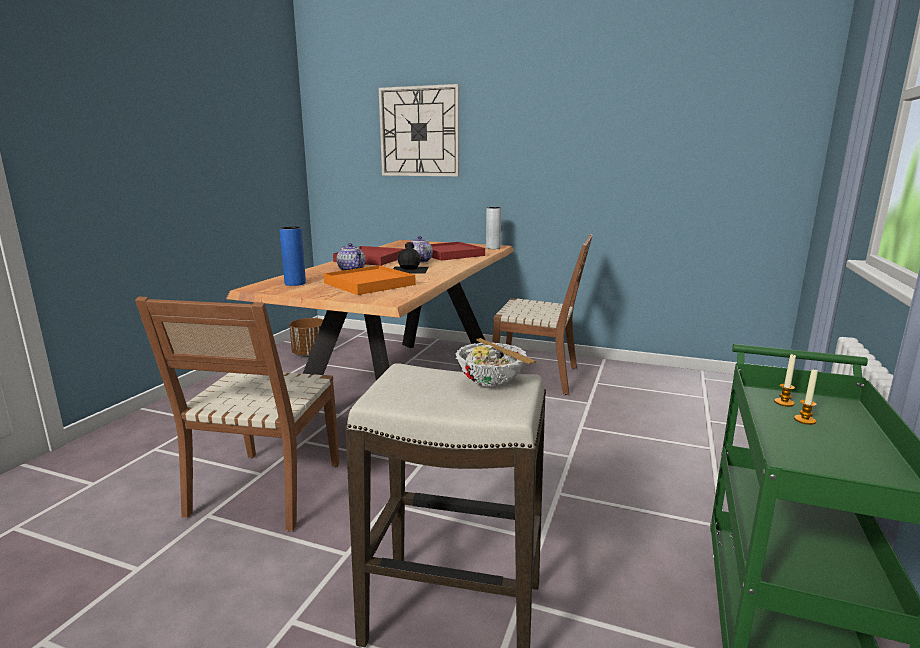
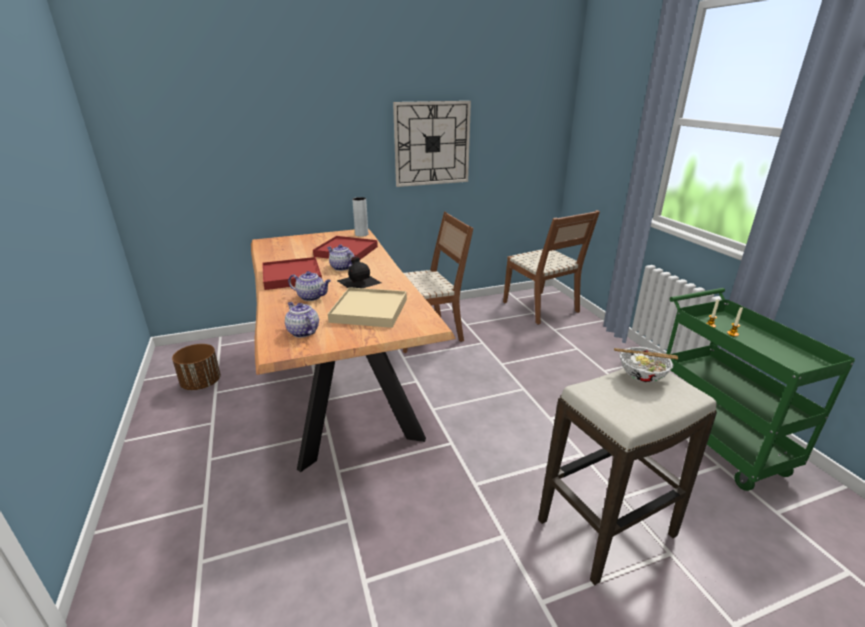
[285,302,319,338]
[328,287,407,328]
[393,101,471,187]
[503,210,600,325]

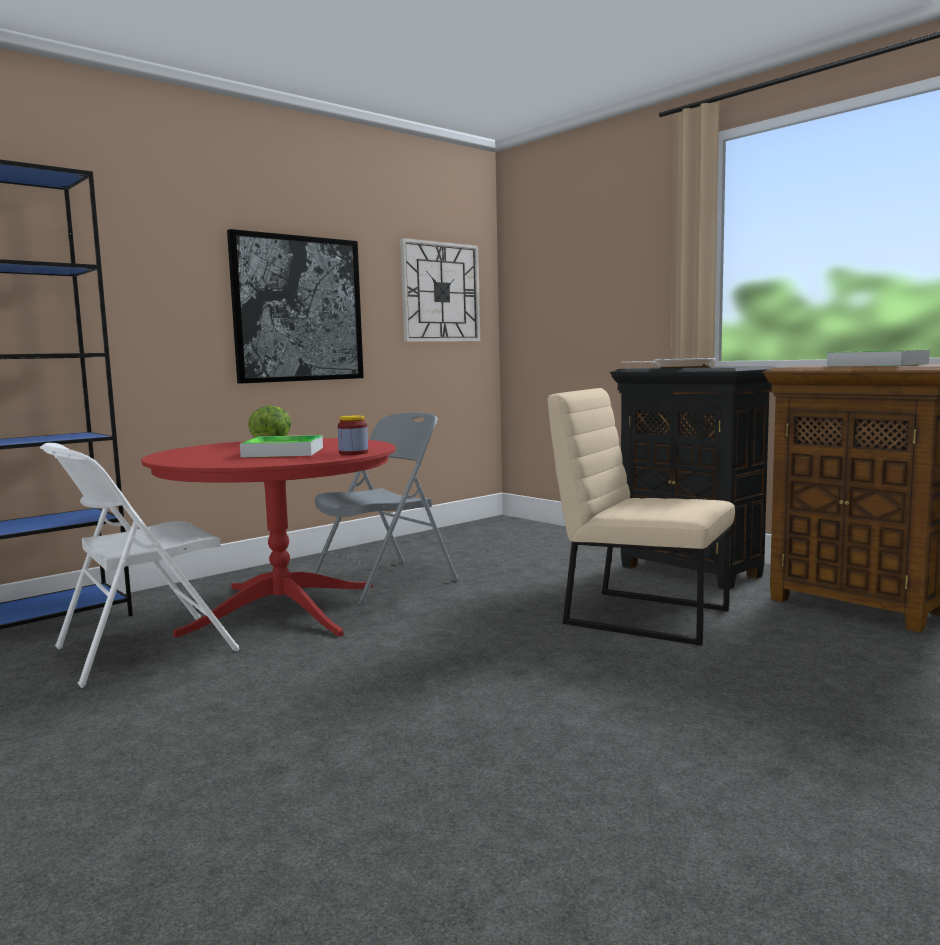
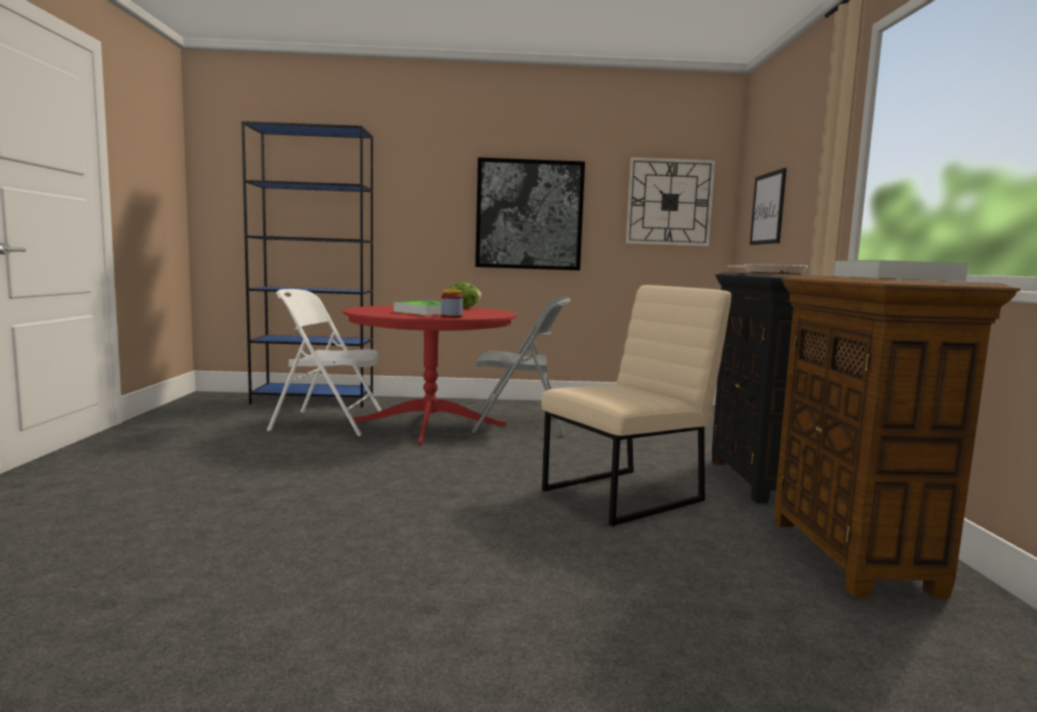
[541,285,731,526]
[750,168,787,245]

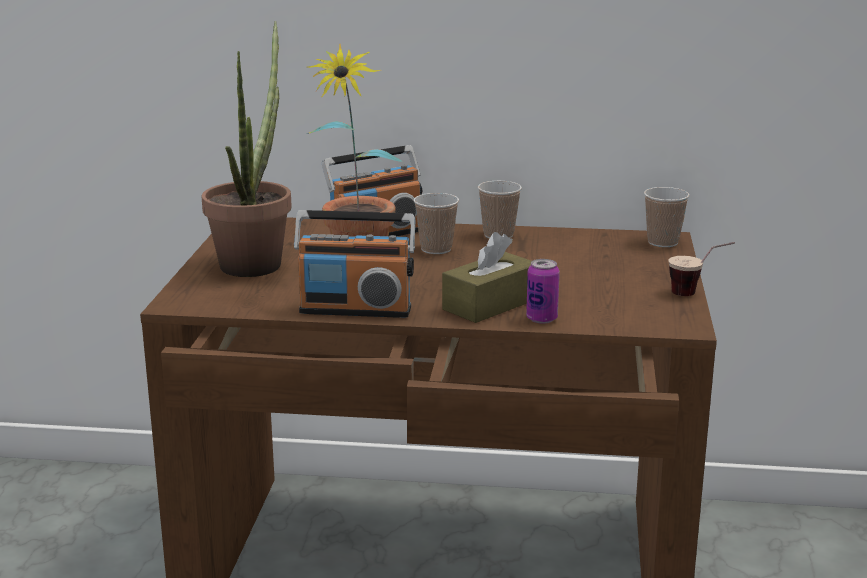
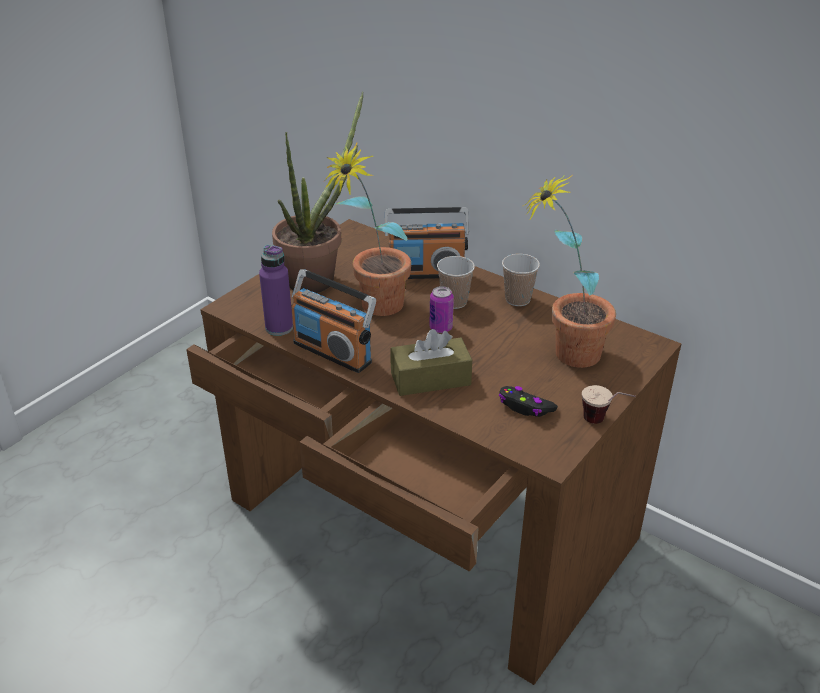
[259,245,293,336]
[429,286,454,333]
[499,386,558,417]
[523,175,616,368]
[644,187,689,247] (first image)

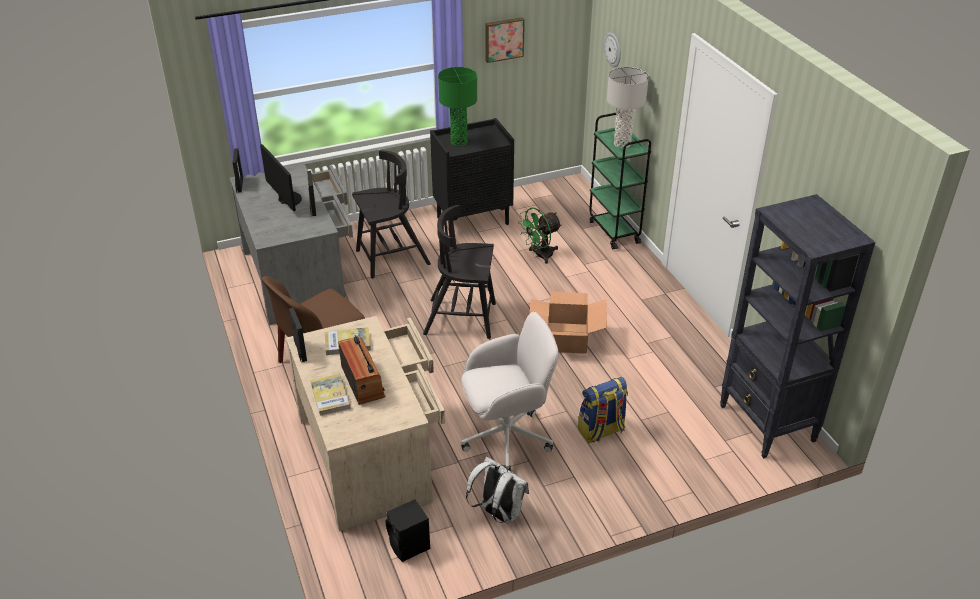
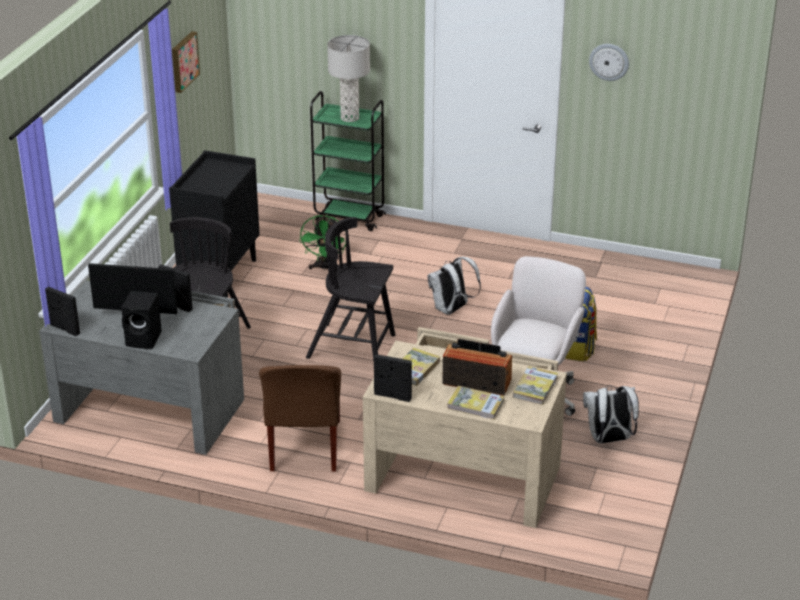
[121,291,162,349]
[306,217,395,360]
[428,257,481,315]
[513,366,558,405]
[589,44,629,81]
[438,67,477,146] (first image)
[720,194,876,458] (first image)

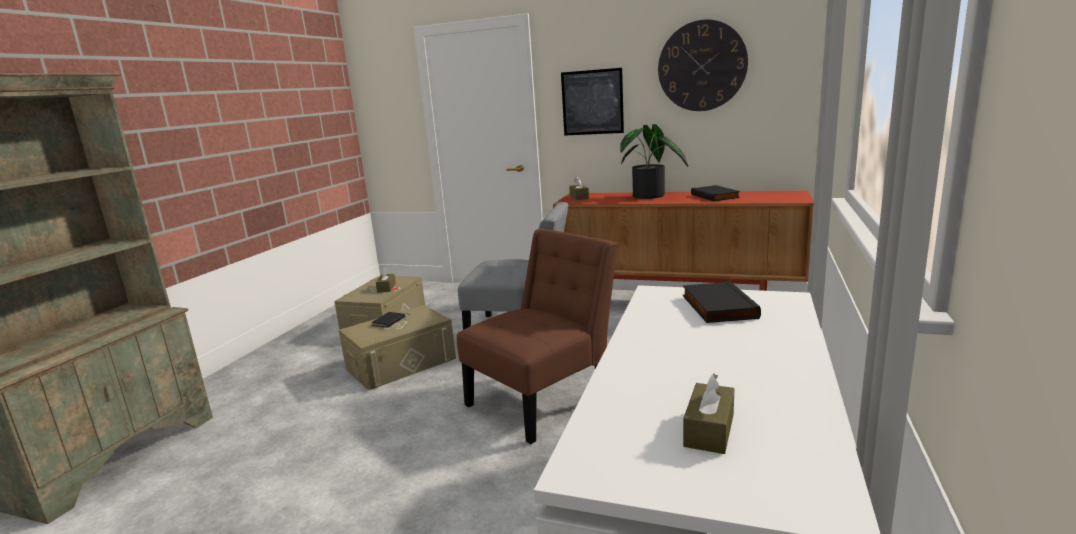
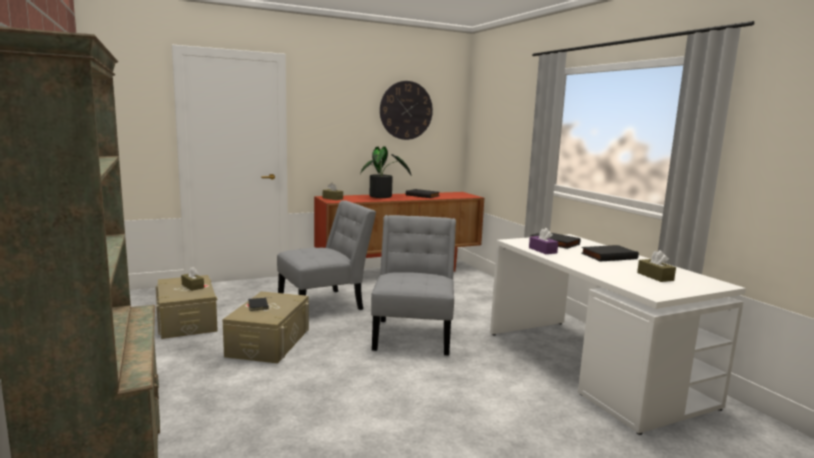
[371,215,456,356]
[529,228,558,254]
[581,245,639,261]
[561,68,624,136] (first image)

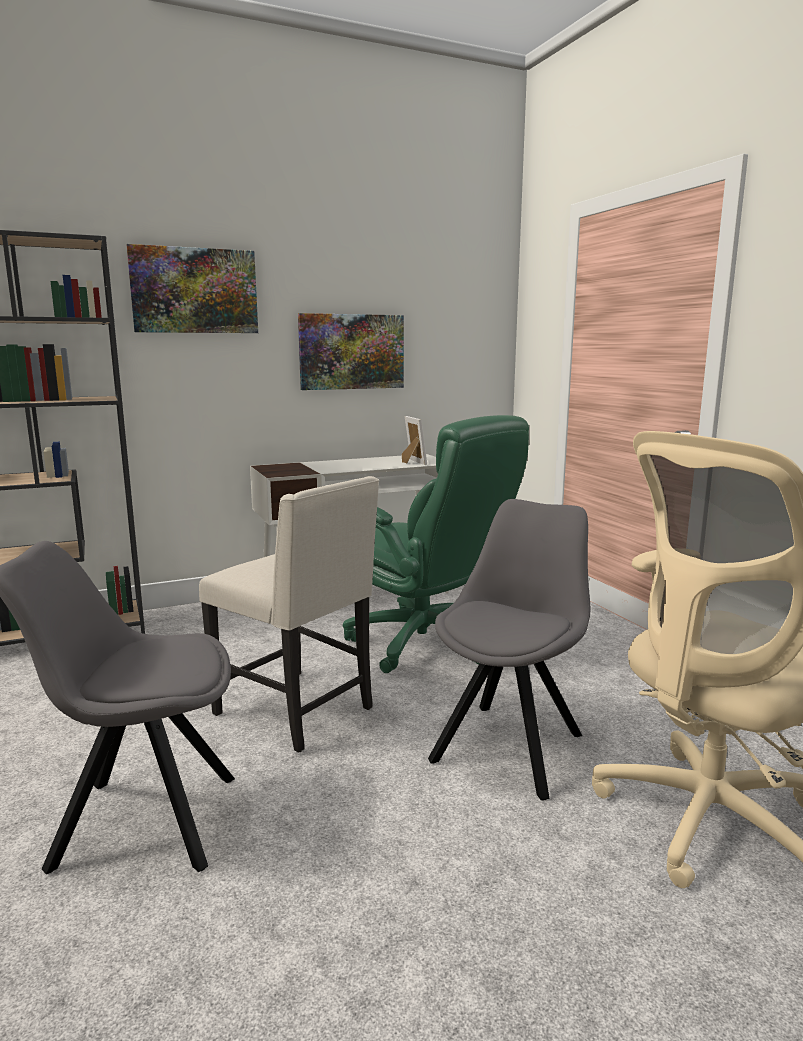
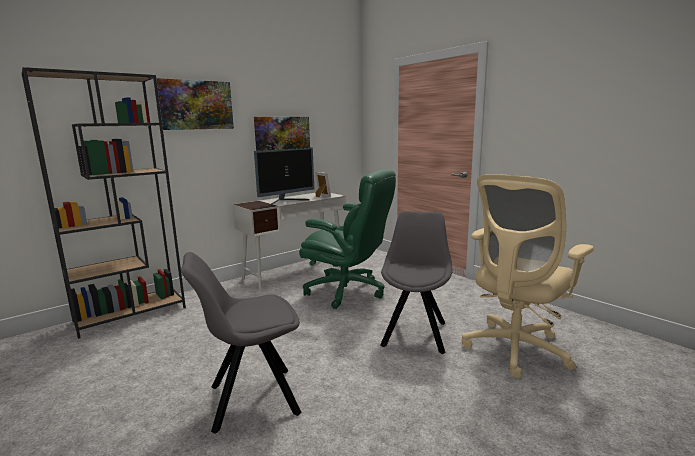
[254,148,314,206]
[199,476,379,752] (first image)

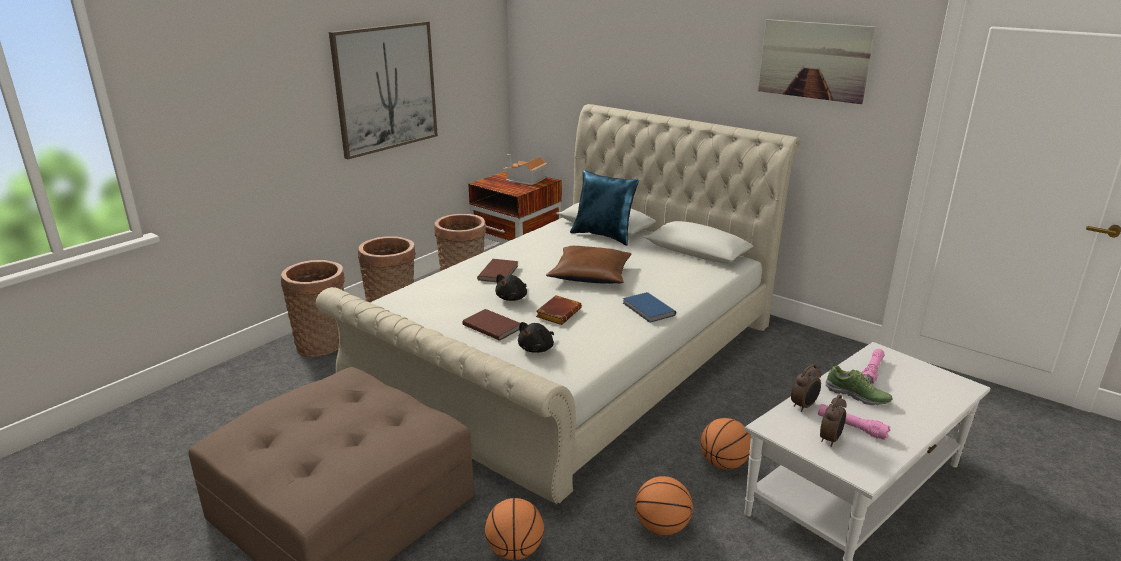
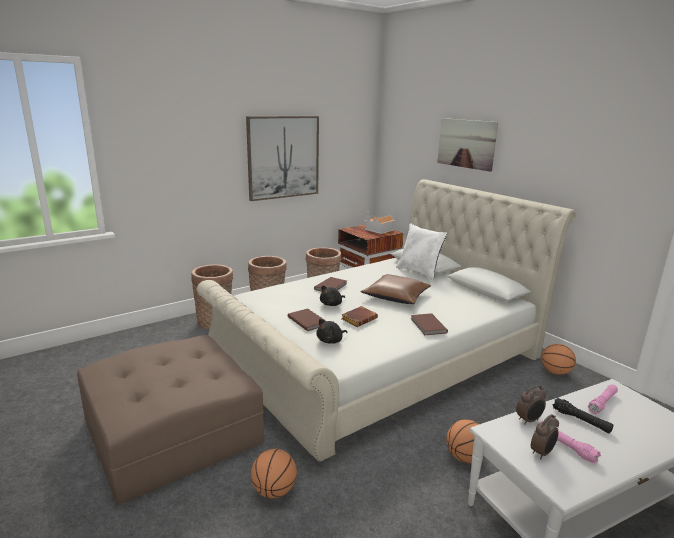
[396,223,447,281]
[411,313,448,335]
[437,118,498,172]
[541,344,576,375]
[553,397,614,434]

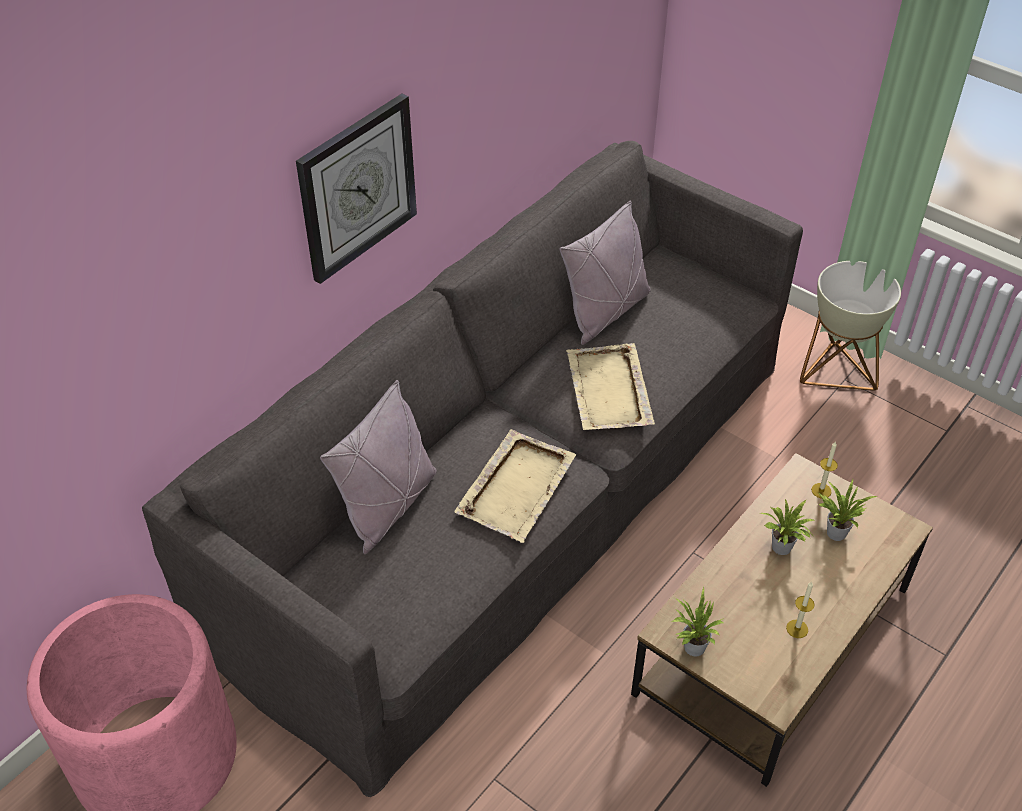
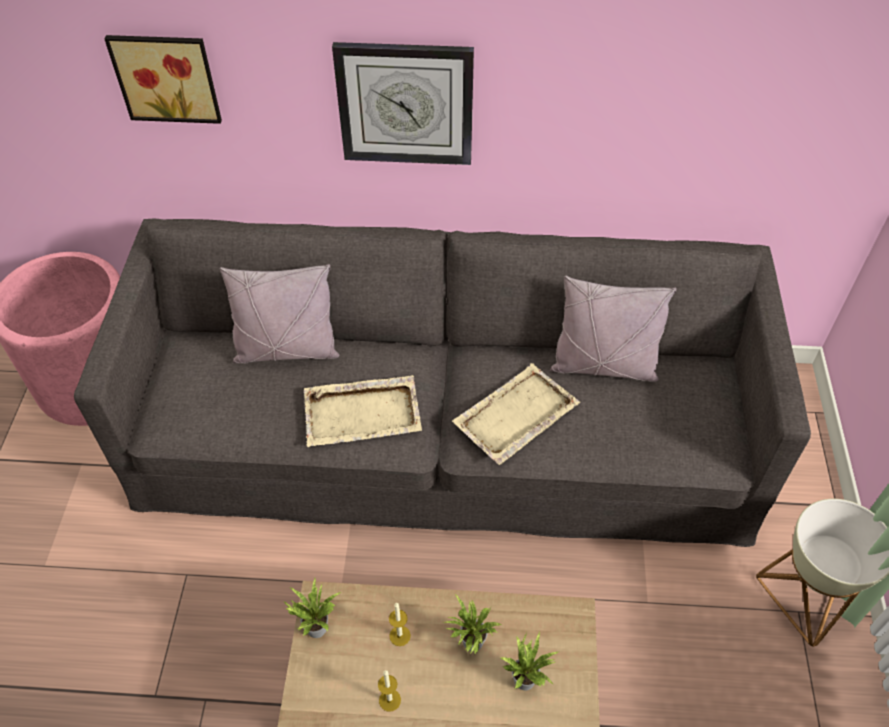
[104,35,222,124]
[389,603,411,646]

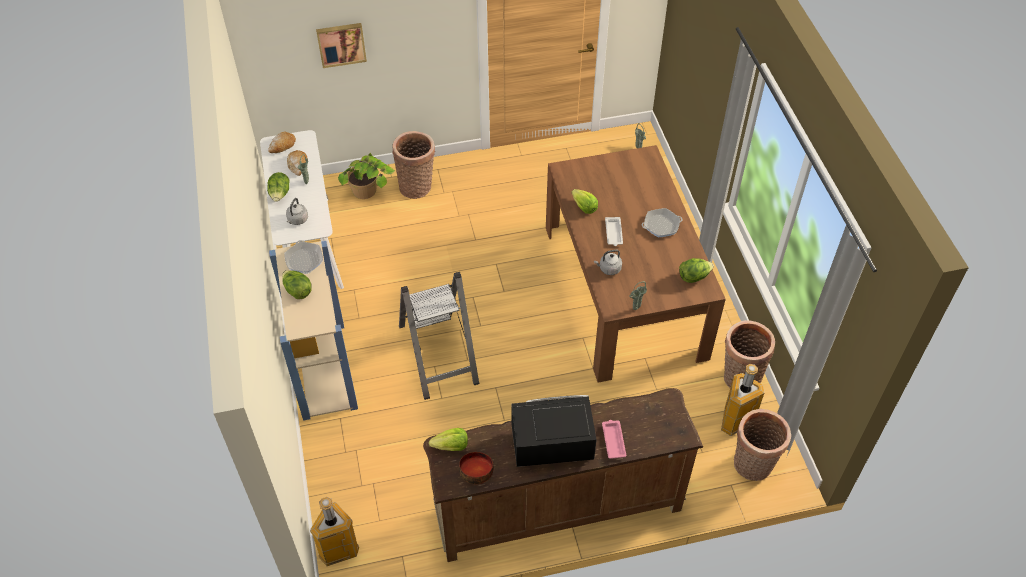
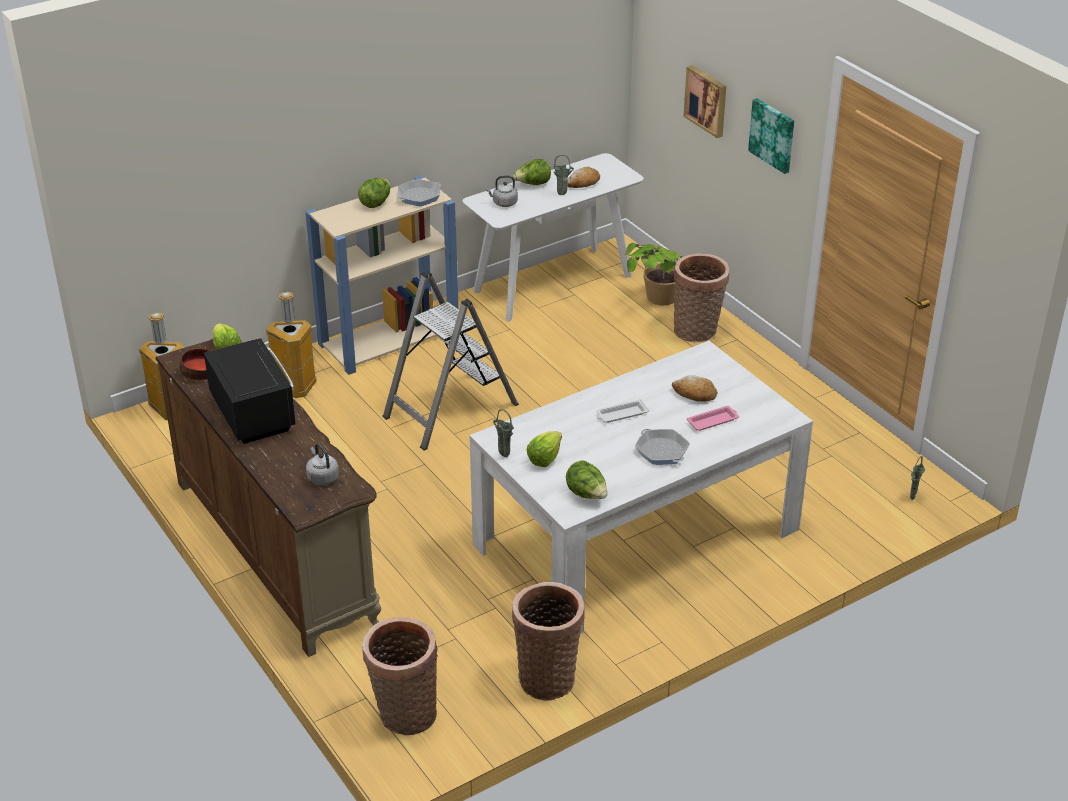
[266,292,317,398]
[306,443,339,485]
[470,341,813,634]
[527,431,562,467]
[672,376,717,401]
[687,406,739,431]
[748,98,794,174]

